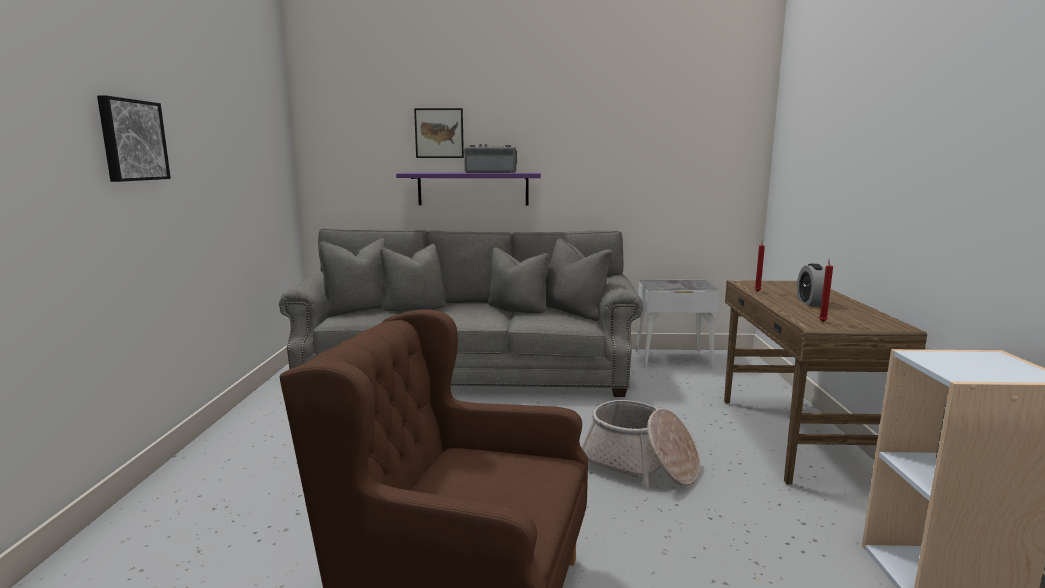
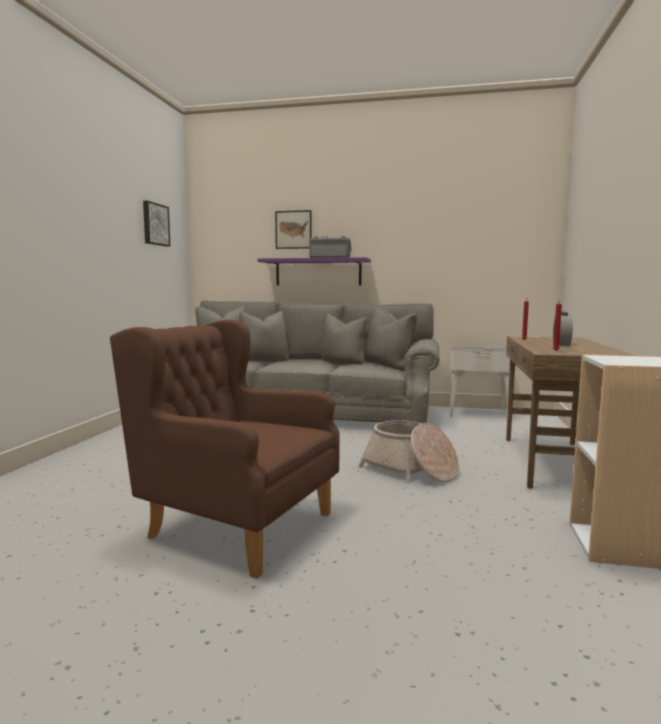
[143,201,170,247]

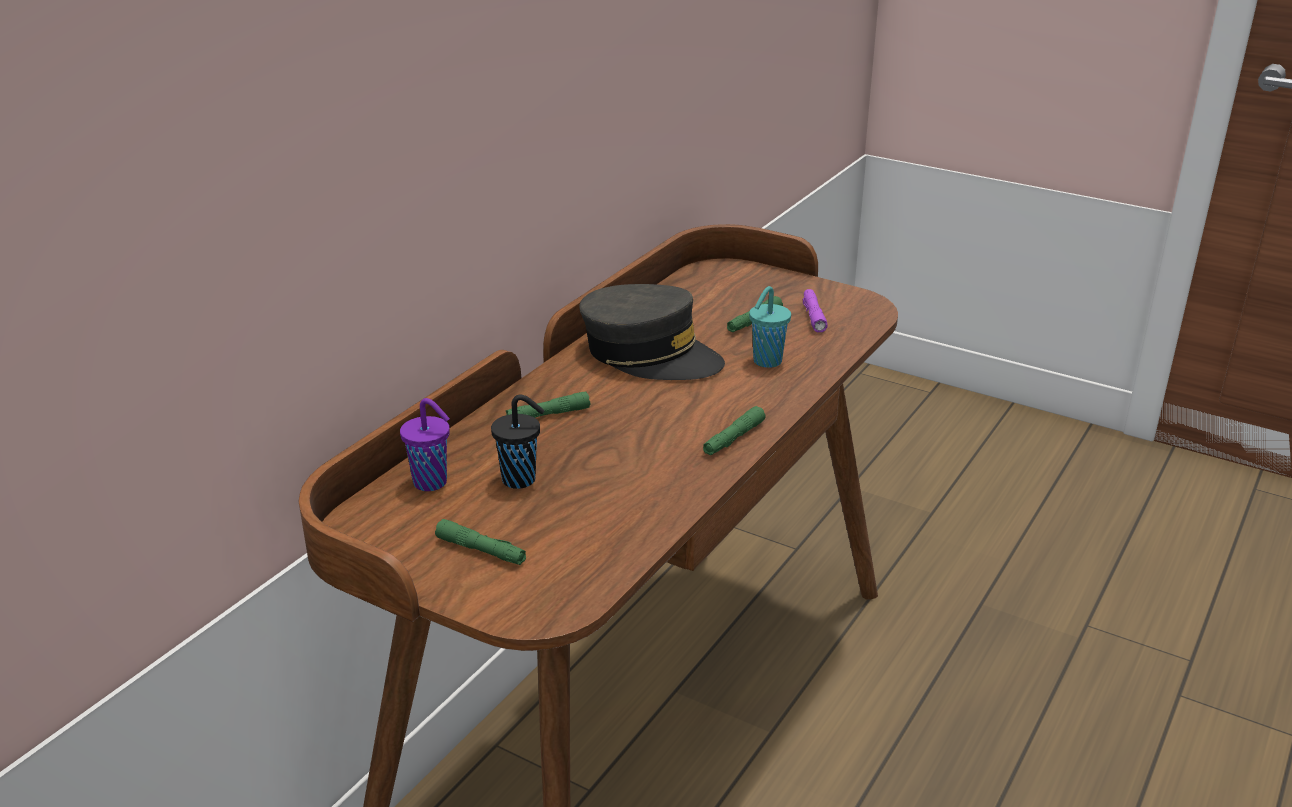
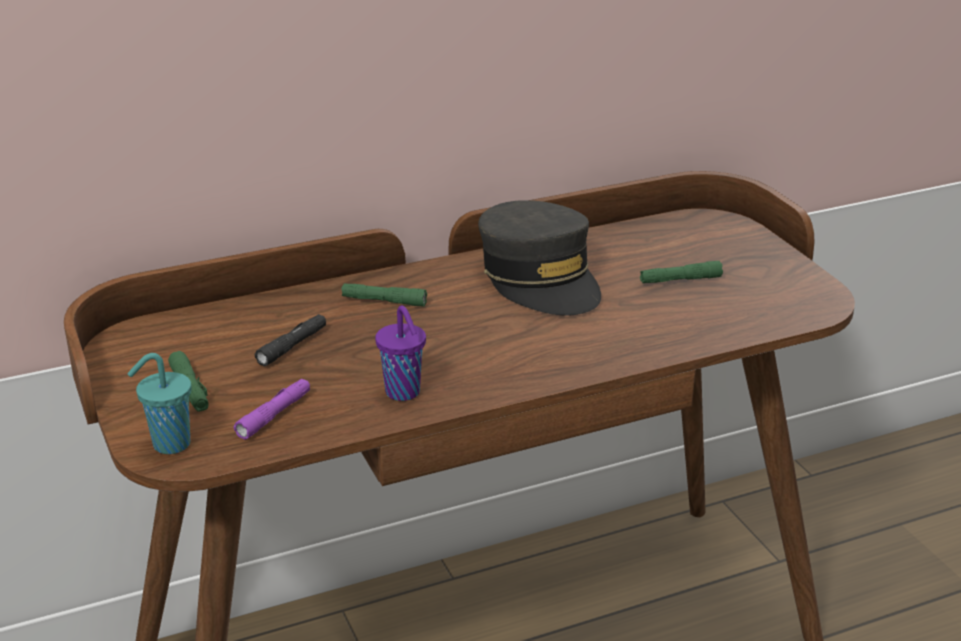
[128,353,192,454]
[234,379,310,440]
[255,314,326,366]
[375,305,426,401]
[703,406,766,455] (first image)

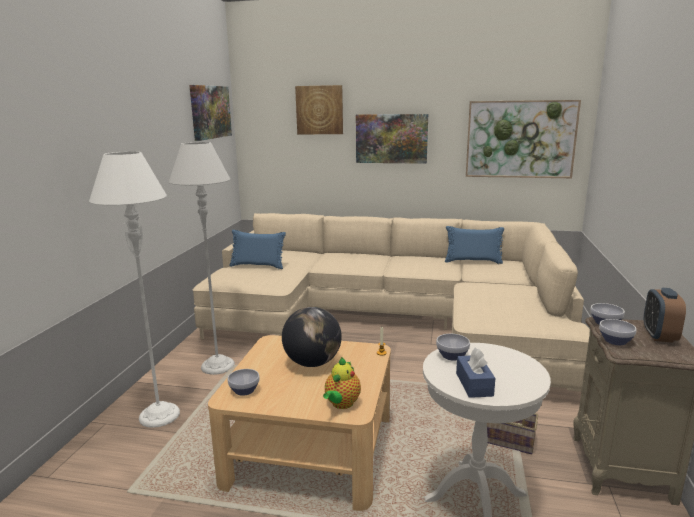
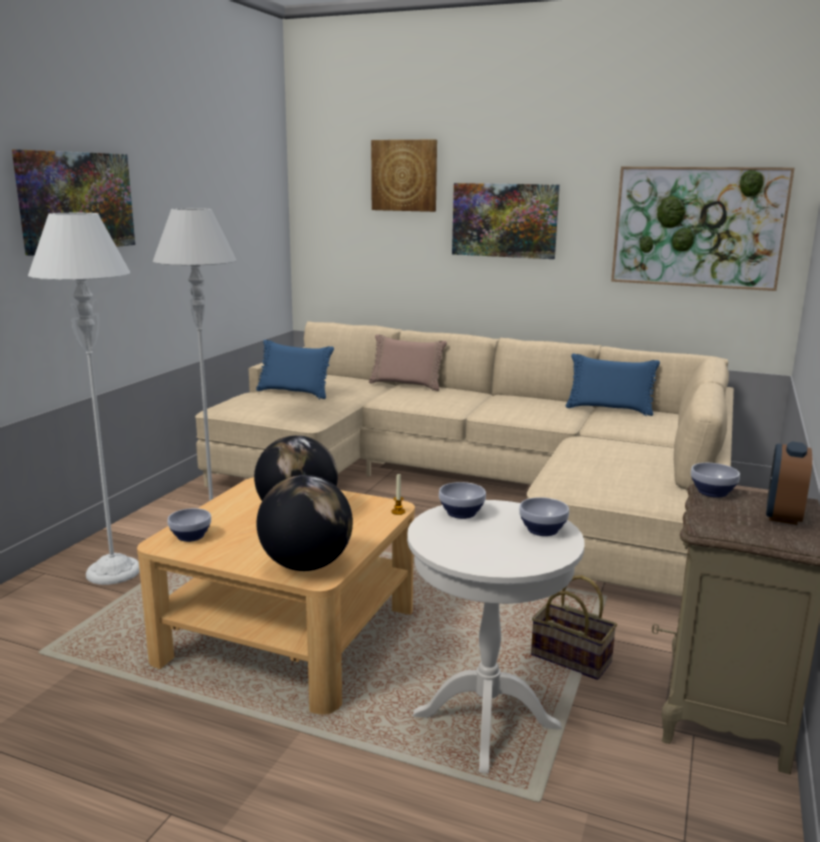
[12,150,135,256]
[257,475,353,571]
[369,334,447,391]
[519,497,569,536]
[456,348,495,398] (first image)

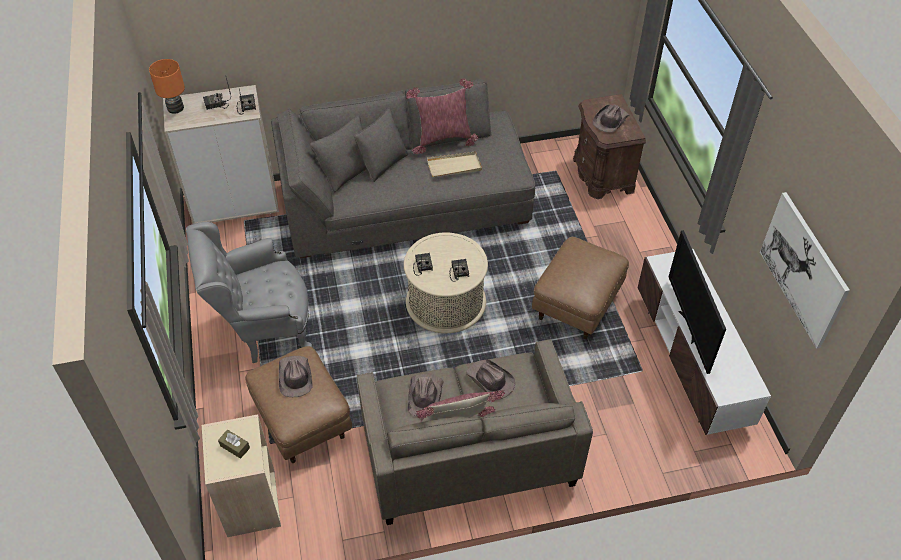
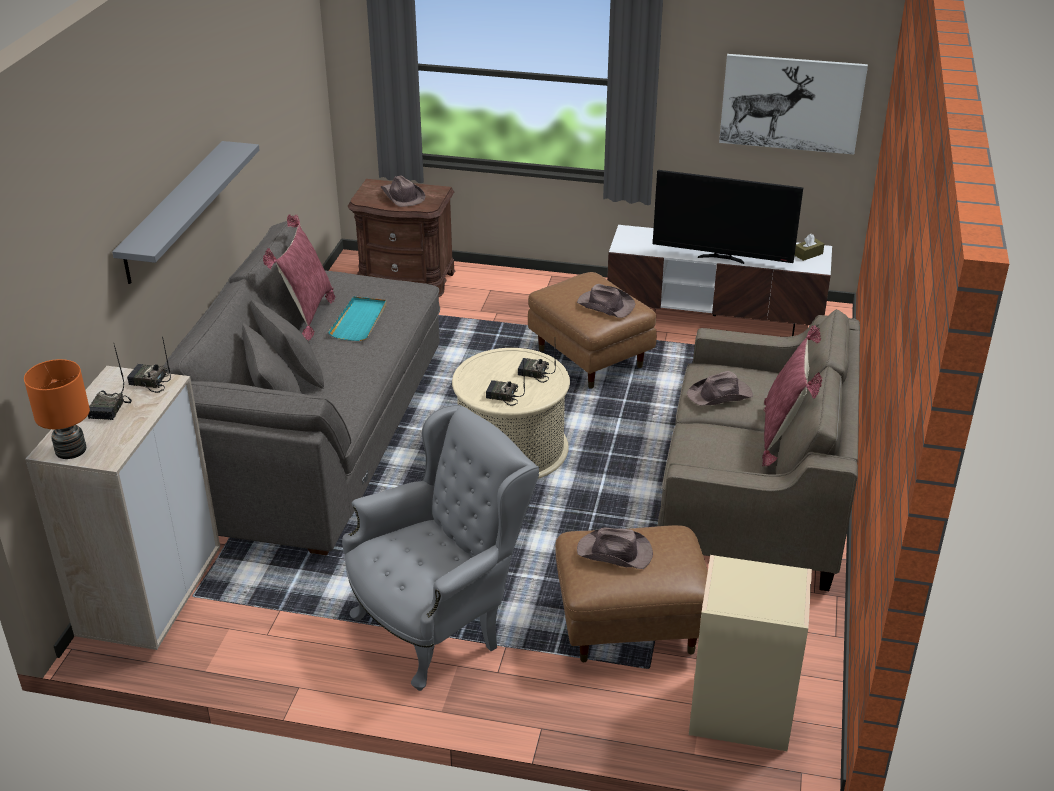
[112,141,260,284]
[328,296,386,341]
[342,405,539,691]
[577,284,635,318]
[794,234,824,261]

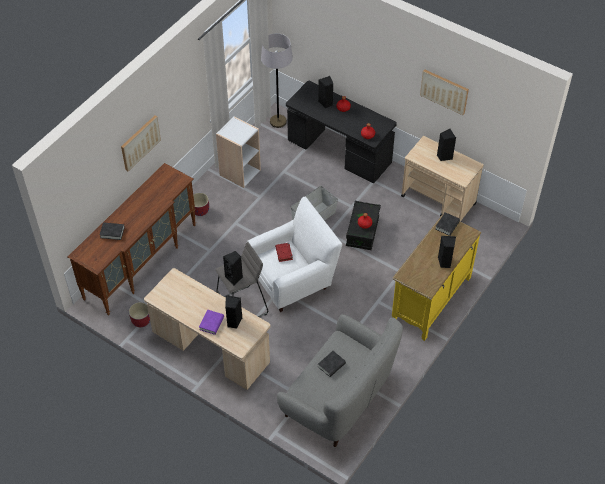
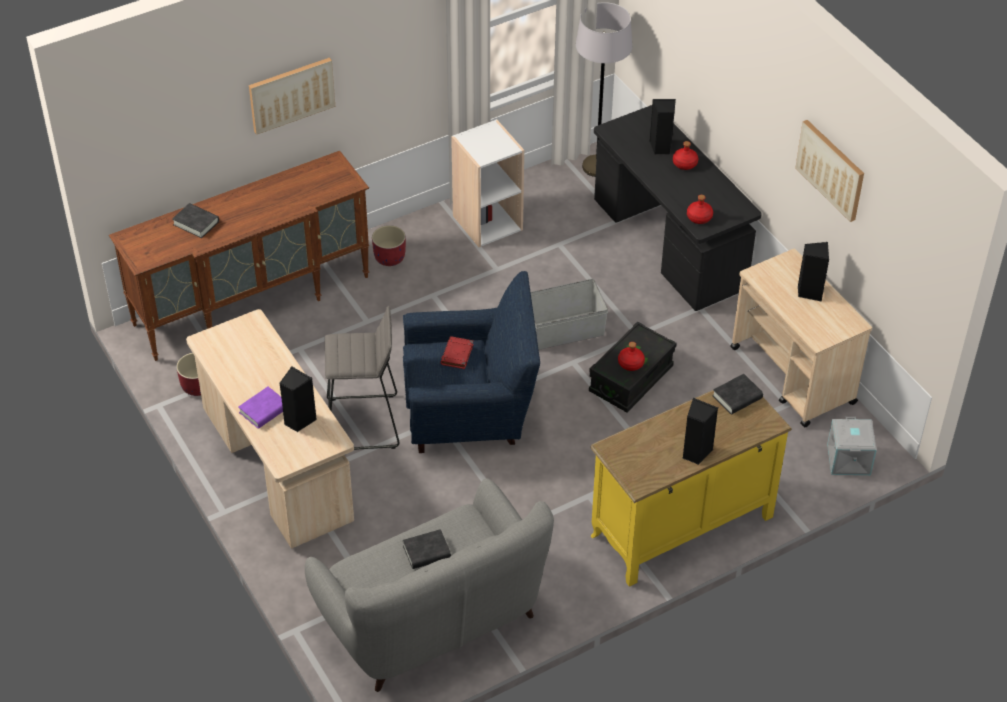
[403,271,540,453]
[827,417,877,475]
[223,251,243,286] (first image)

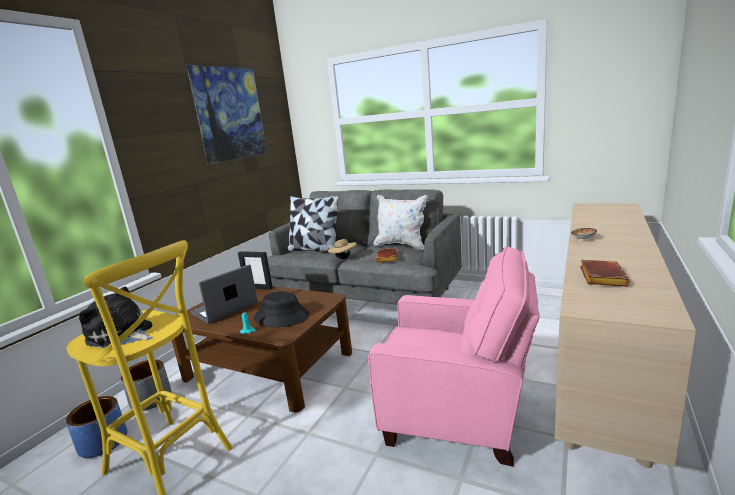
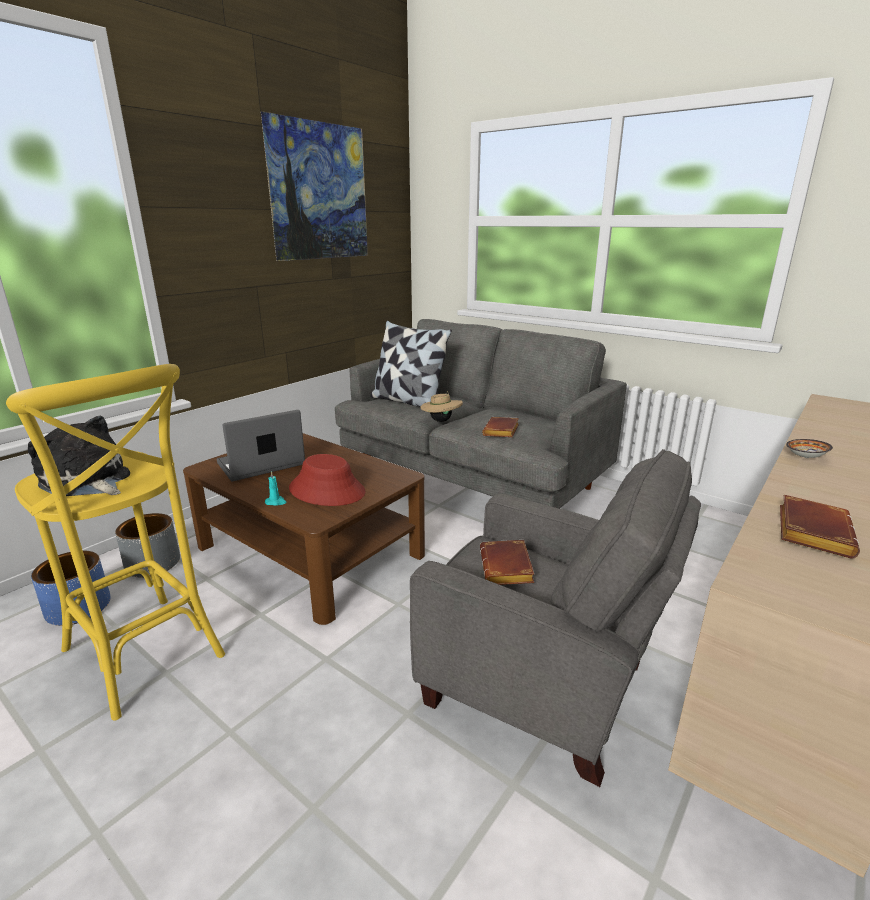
[289,454,366,506]
[410,449,701,787]
[480,540,534,585]
[238,251,273,290] (first image)
[374,195,428,250] (first image)

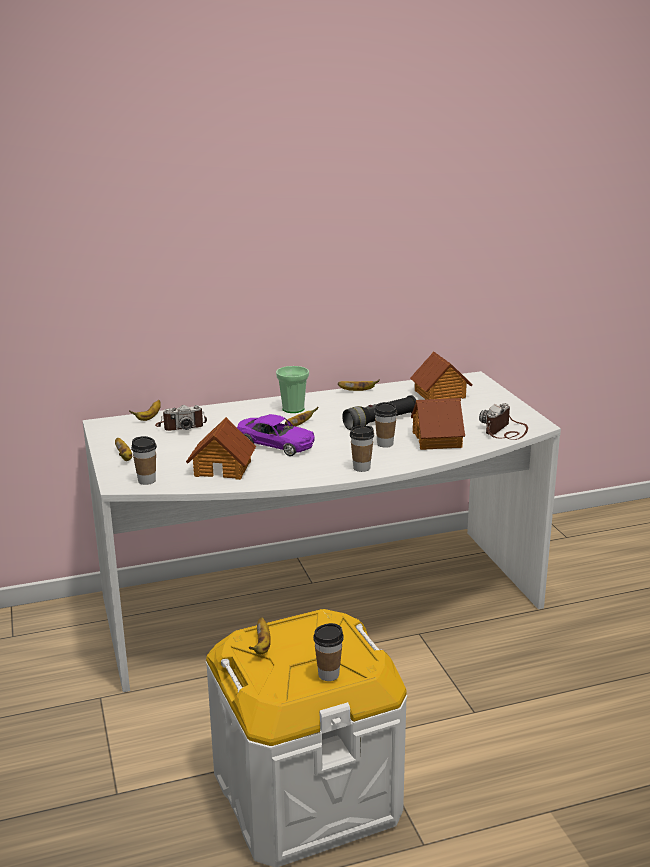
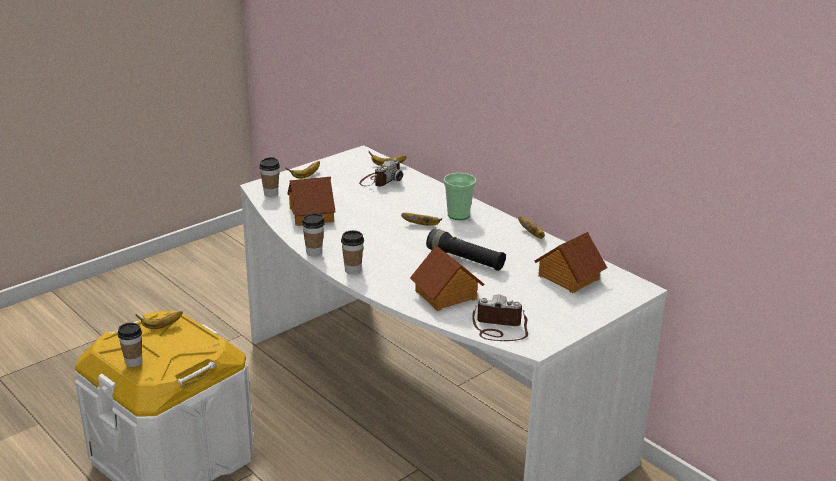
[302,213,325,257]
[359,158,403,187]
[237,414,314,456] (first image)

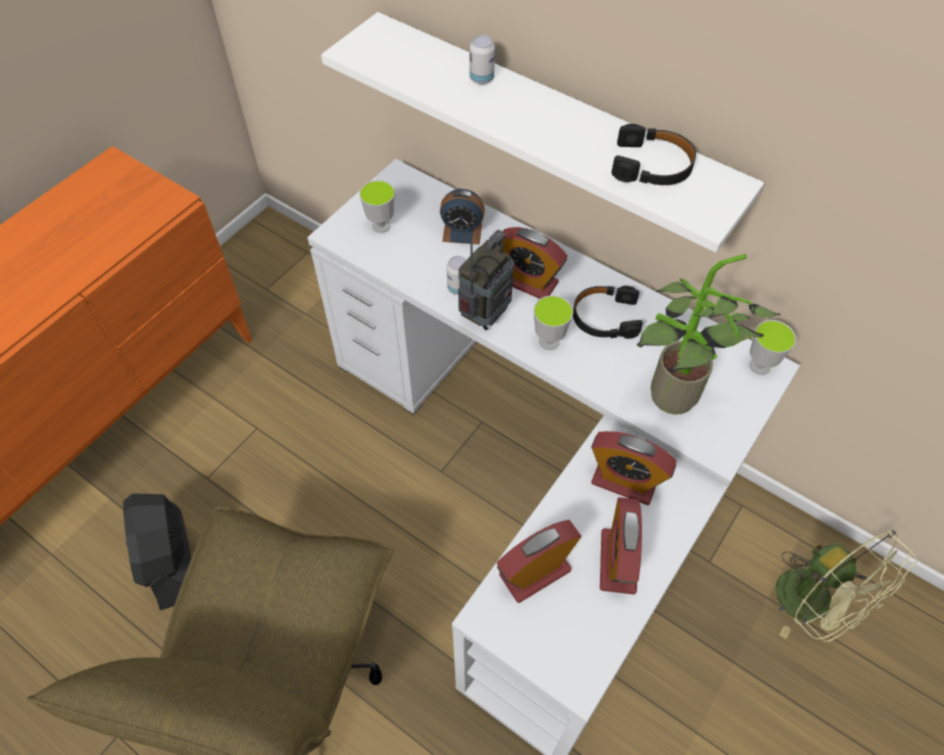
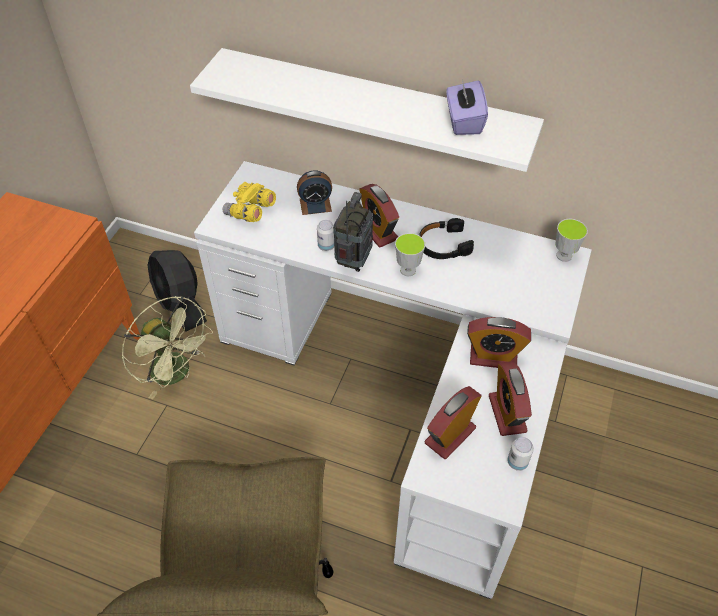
[122,296,213,399]
[147,250,207,332]
[223,181,276,222]
[359,184,399,248]
[446,79,488,135]
[507,437,534,471]
[636,254,780,415] (first image)

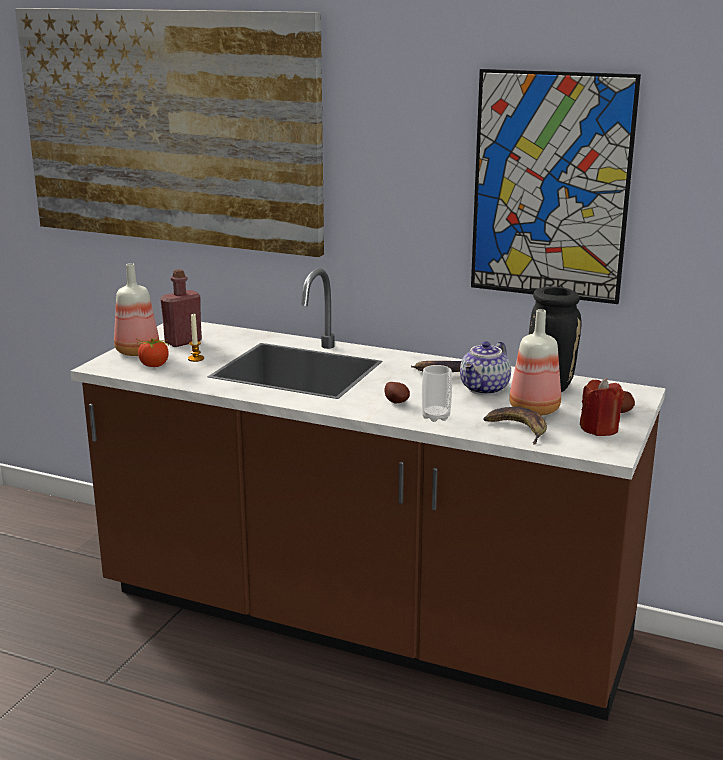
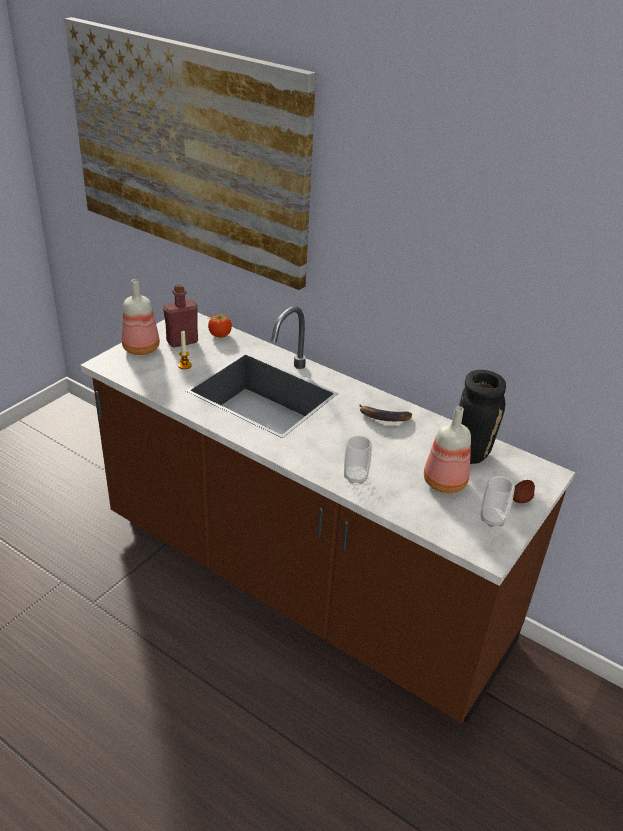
[208,313,232,338]
[481,476,515,527]
[384,382,410,403] (first image)
[460,341,511,395] (first image)
[471,69,641,304] (first image)
[483,407,547,445] (first image)

